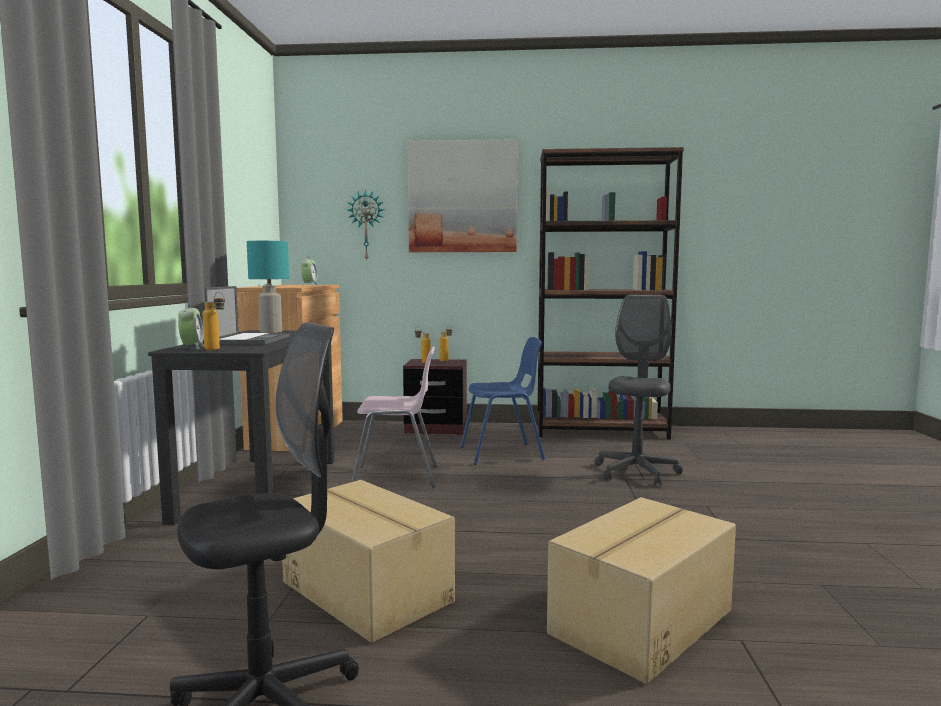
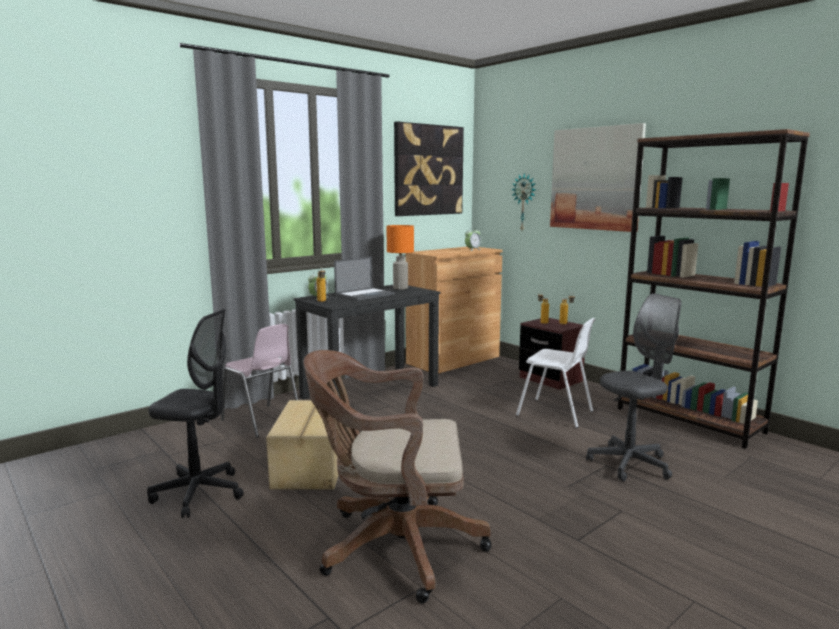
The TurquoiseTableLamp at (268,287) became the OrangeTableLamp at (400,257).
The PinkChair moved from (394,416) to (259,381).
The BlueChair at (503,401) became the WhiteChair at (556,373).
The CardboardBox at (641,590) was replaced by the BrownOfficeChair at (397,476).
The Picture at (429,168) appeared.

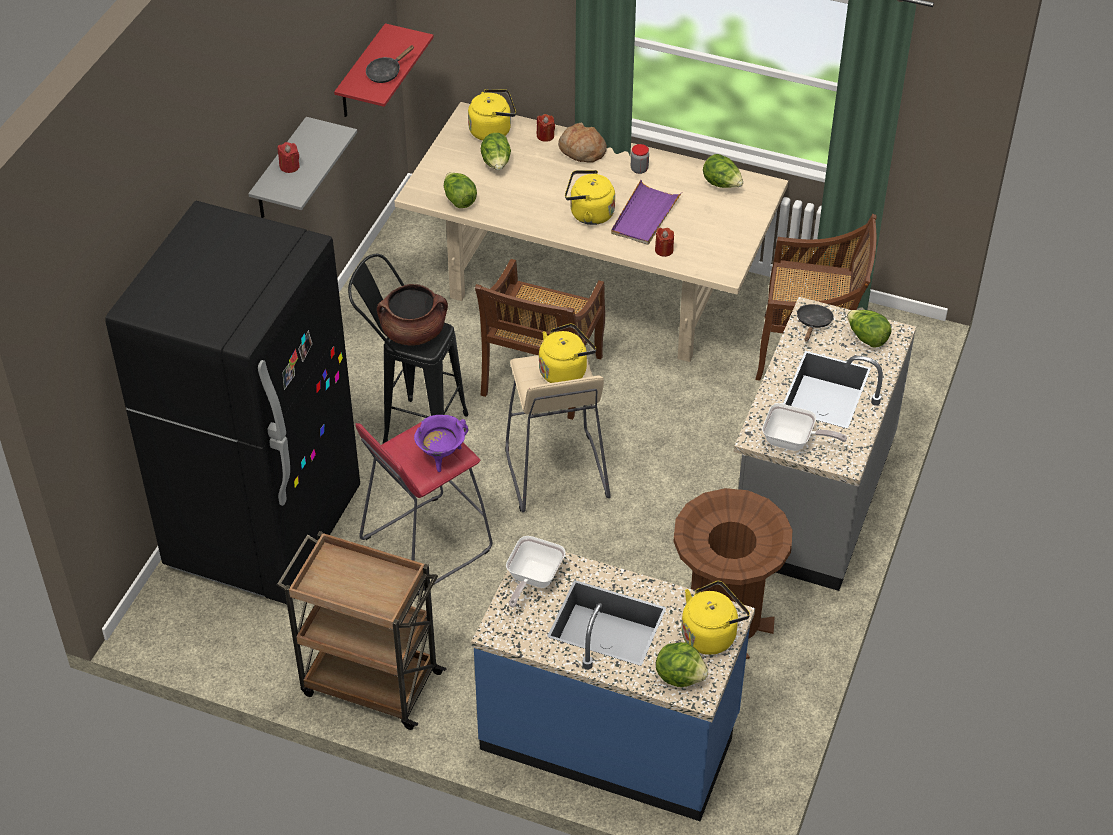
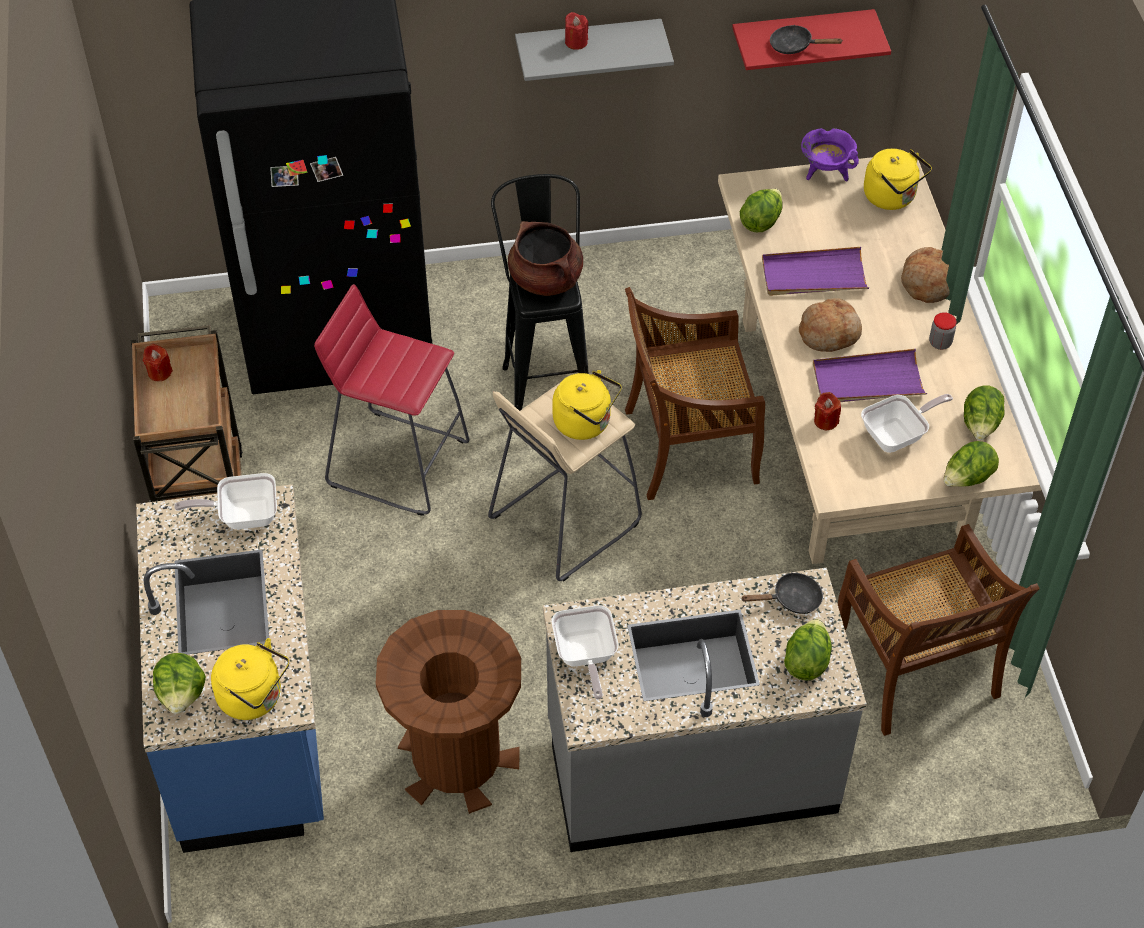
The PurpleCookingPot moved from (441,443) to (830,154).
The Lettuce moved from (496,151) to (971,464).
The RedCandle moved from (546,128) to (158,362).
The YellowKettle at (590,197) was replaced by the Bread at (830,325).
The PurpleTray at (815,271) appeared.
The FryingPan at (907,423) appeared.

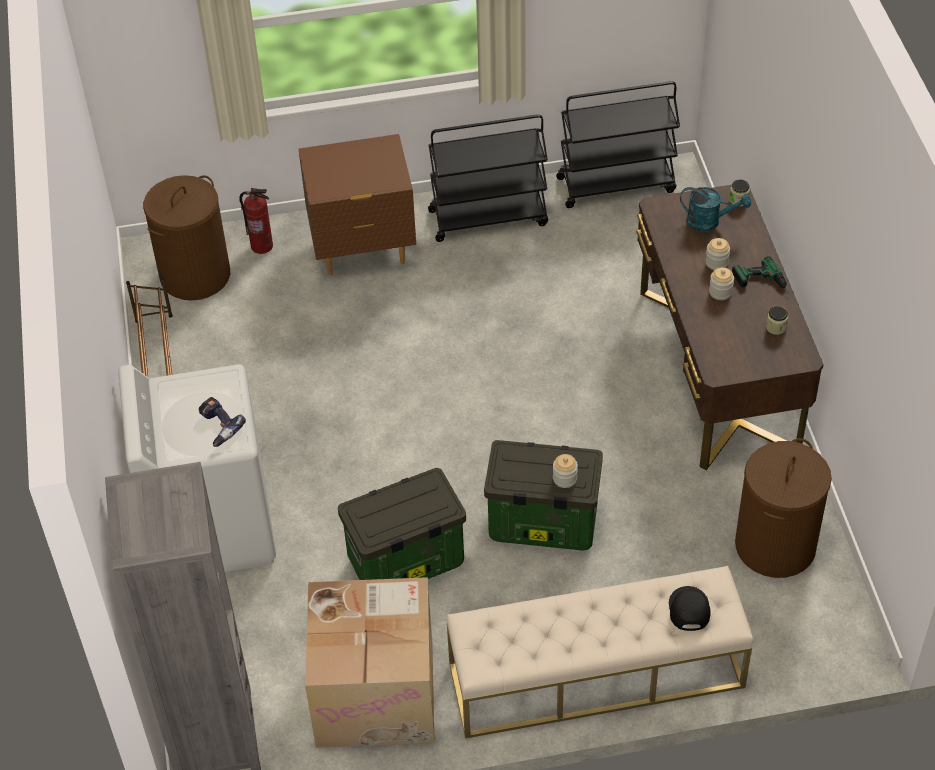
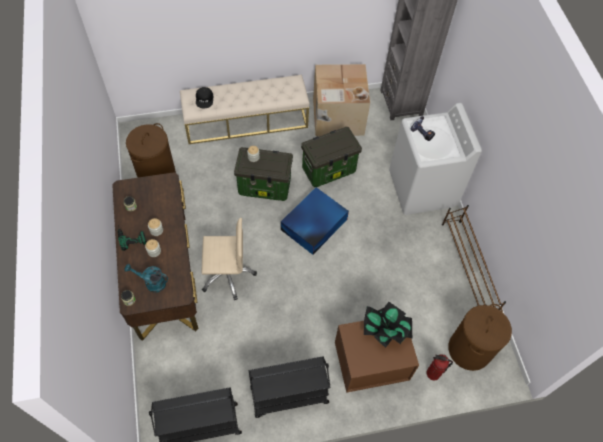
The BeigeOfficeChair at (229,259) appeared.
The BlueStorageBox at (315,221) appeared.
The PottedPlant at (388,325) appeared.

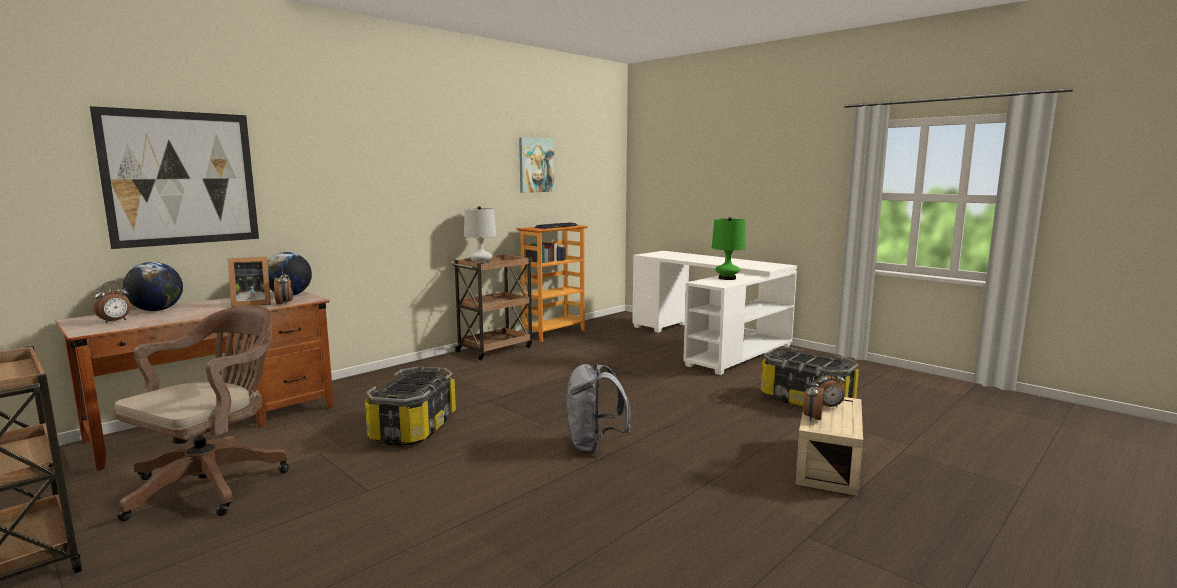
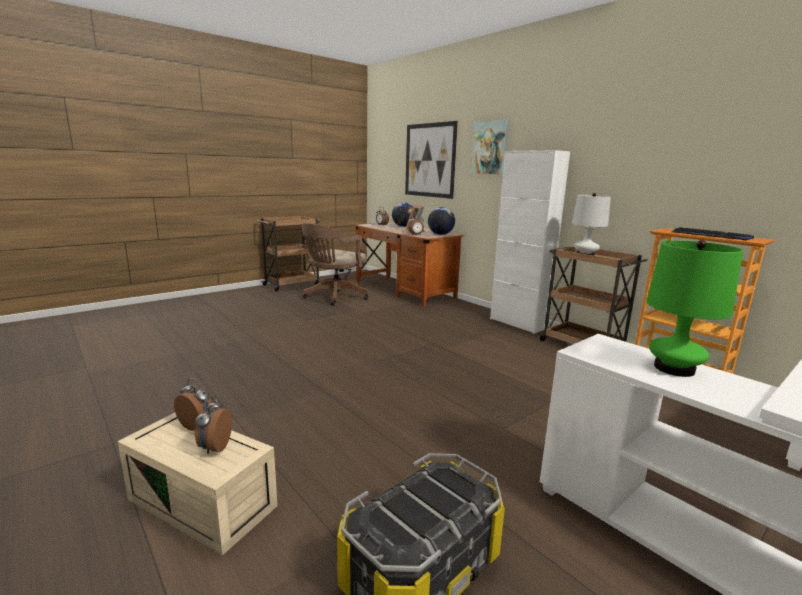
The BrownOfficeChair at (201,413) turned 90 degrees clockwise.
The StorageBox at (410,406) disappeared.
The Picture moved from (537,165) to (490,147).
The GreyBackpack at (598,408) disappeared.
The WhiteCabinet at (530,242) appeared.

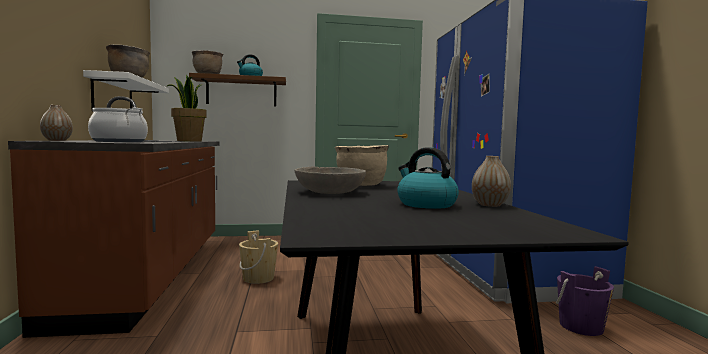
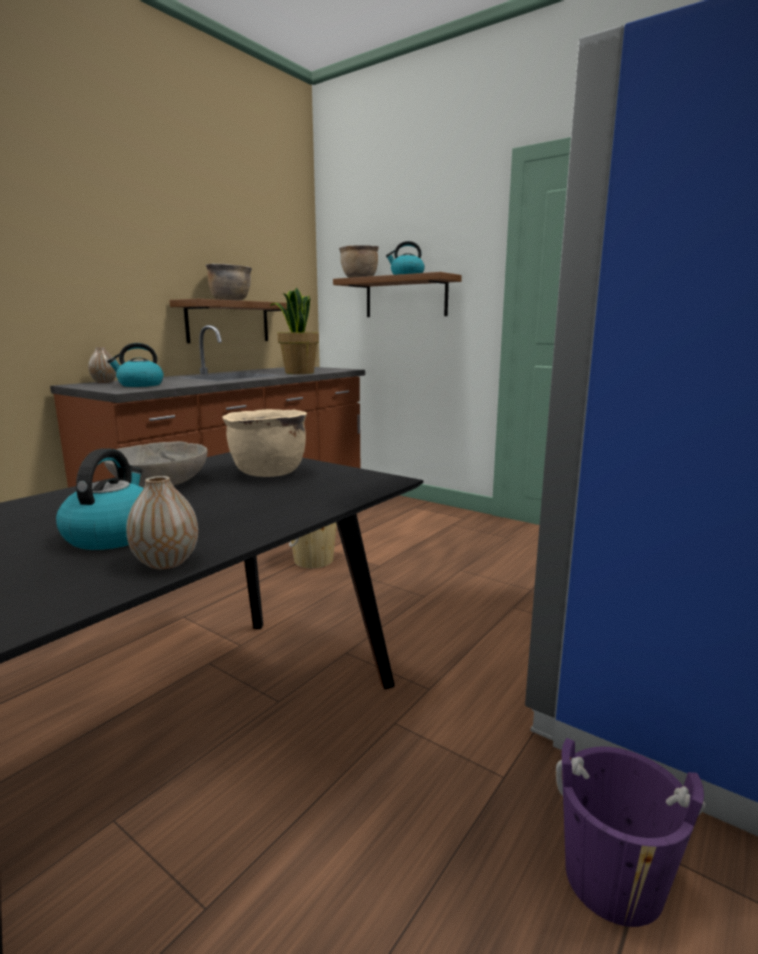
The WhiteShelf at (126,89) became the BrownShelf at (228,321).
The CookingPot at (118,125) was replaced by the Kettle at (135,365).

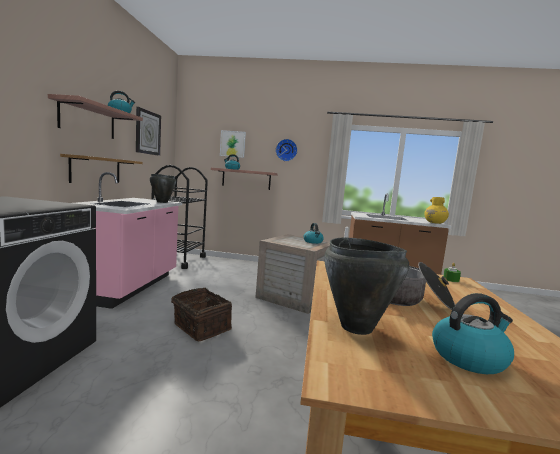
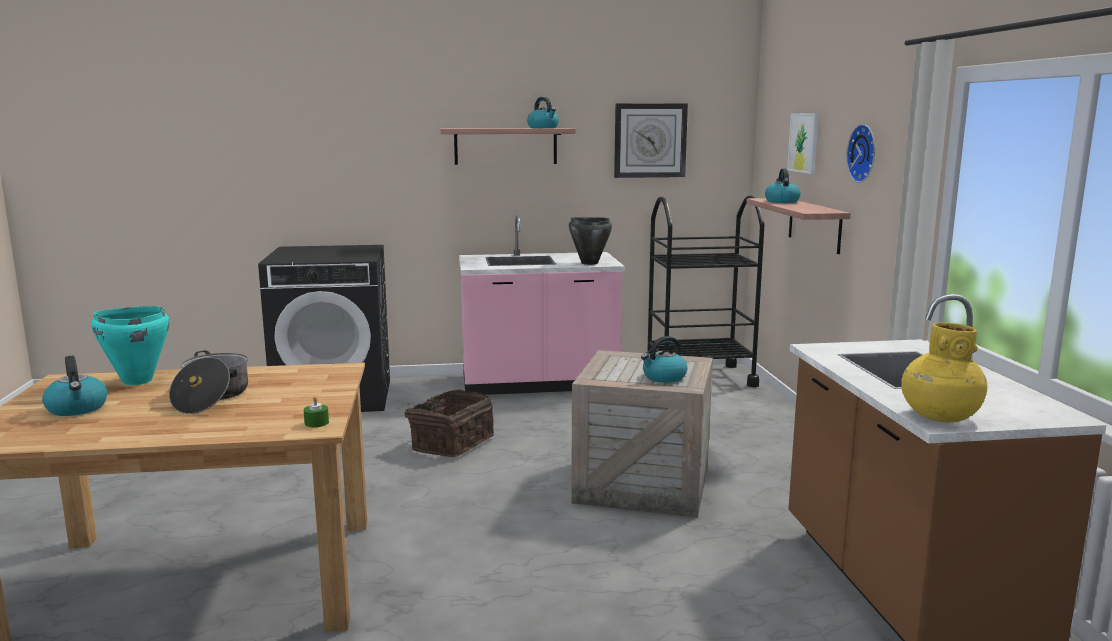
The Shelf at (101,168) disappeared.
The BlackCookingPot at (366,286) became the TurquoiseCookingPot at (130,345).

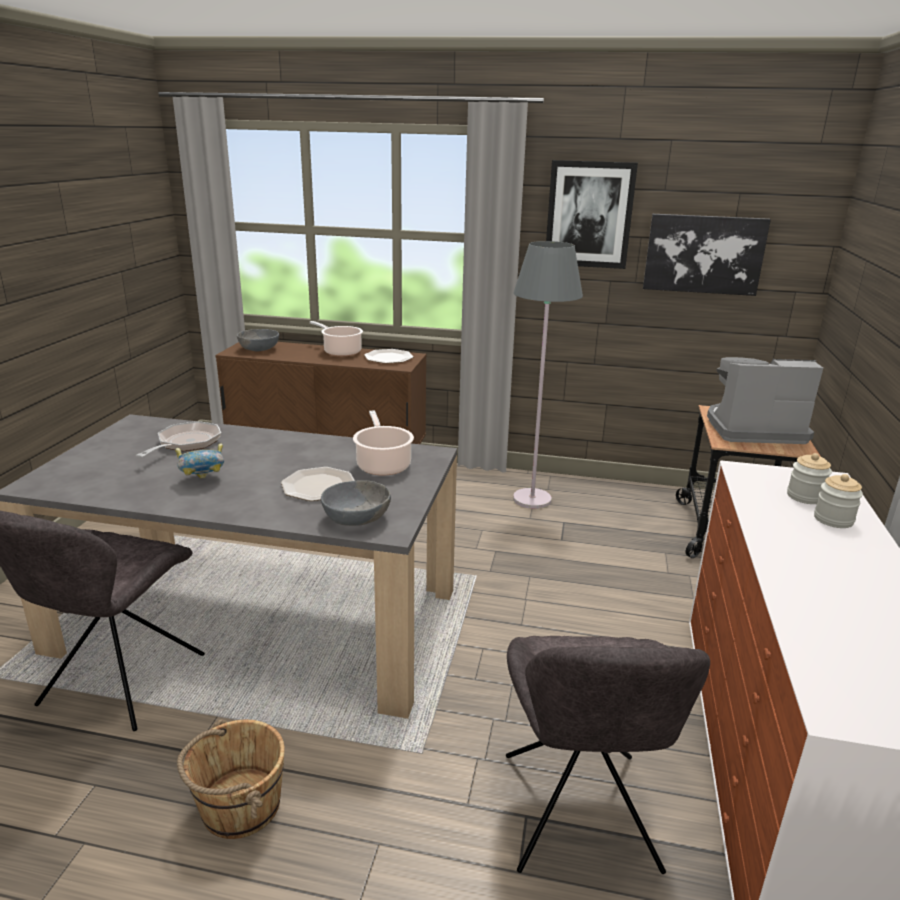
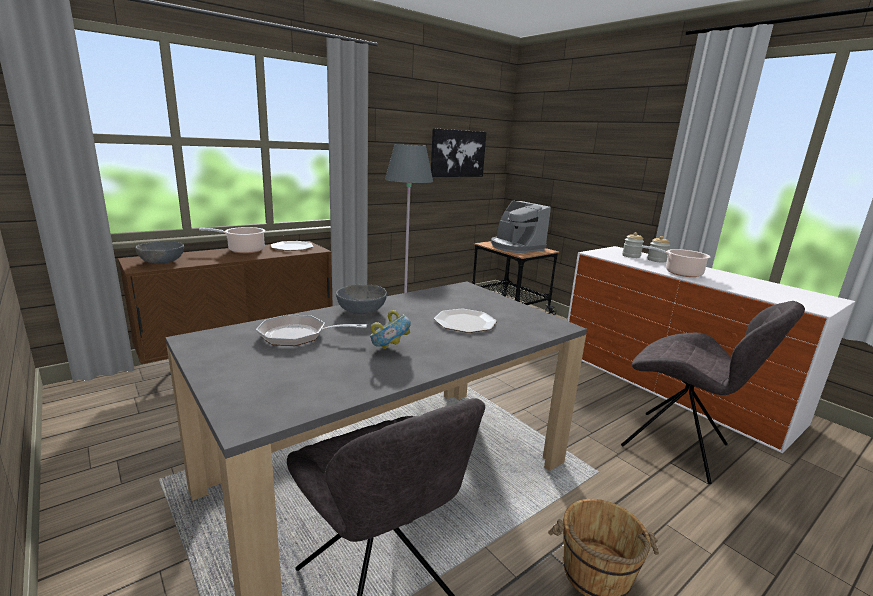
The FryingPan at (178,439) turned 60 degrees counterclockwise.
The GreyBowl moved from (356,503) to (361,299).
The CookingPot moved from (383,442) to (676,261).
The Picture at (592,214) disappeared.
The CoffeeMachine at (765,400) turned 75 degrees counterclockwise.

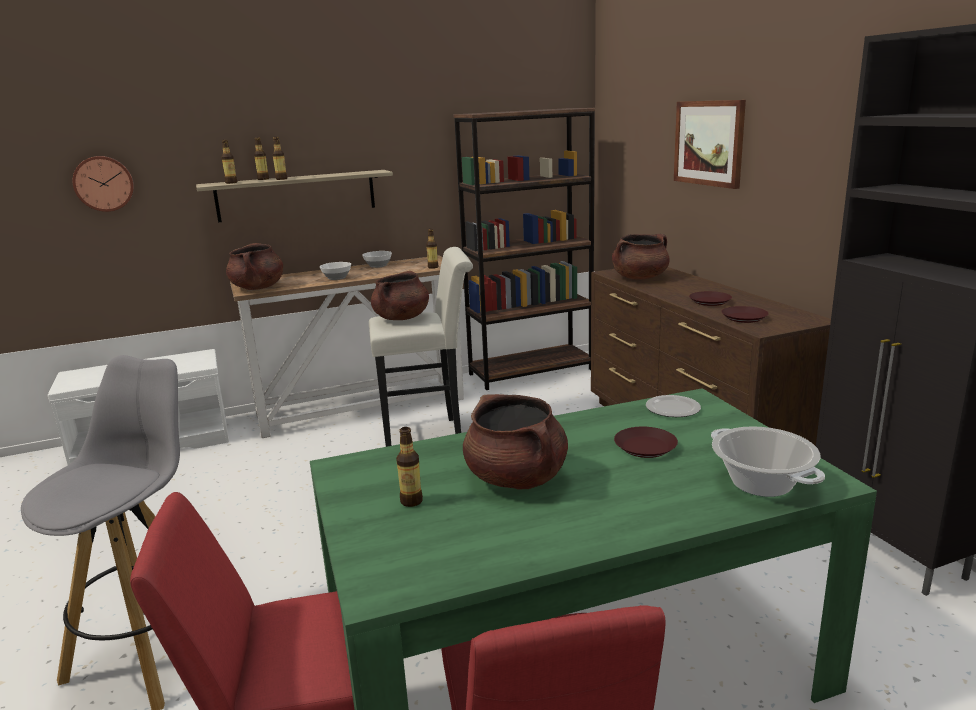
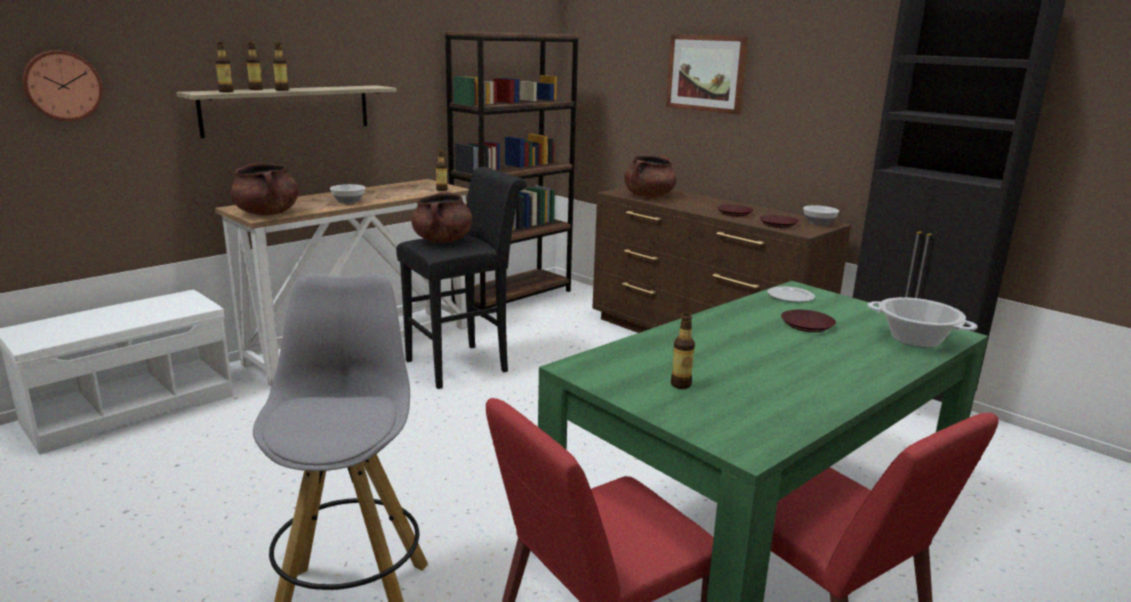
The Bowl moved from (377,259) to (821,215).
The WhiteStool at (421,347) became the BlackStool at (461,278).
The BrownCookingPot at (515,442) disappeared.

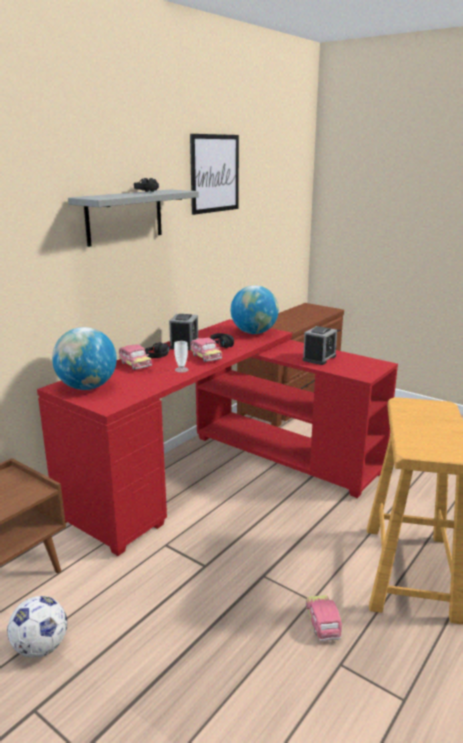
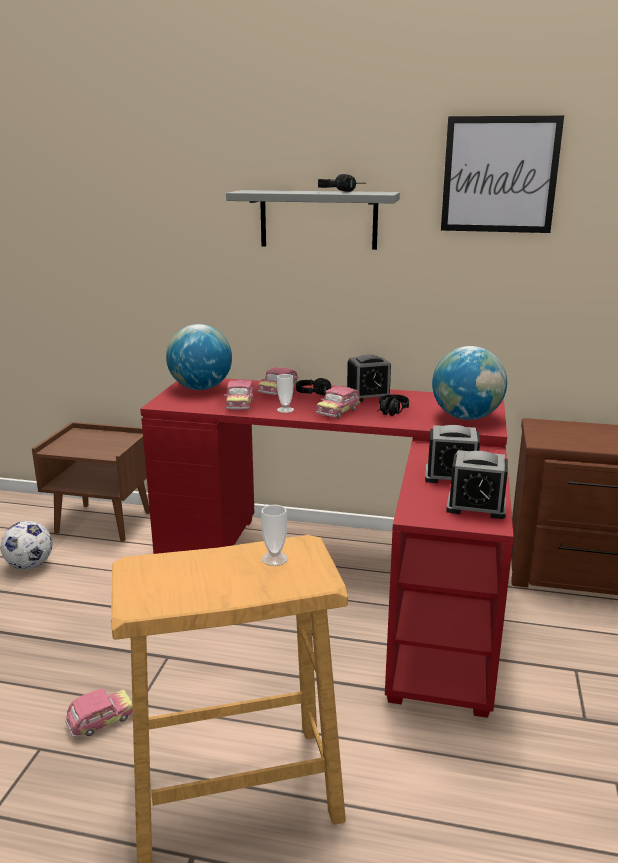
The ToyCar at (239,395) appeared.
The Cup at (274,535) appeared.
The AlarmClock at (477,484) appeared.

